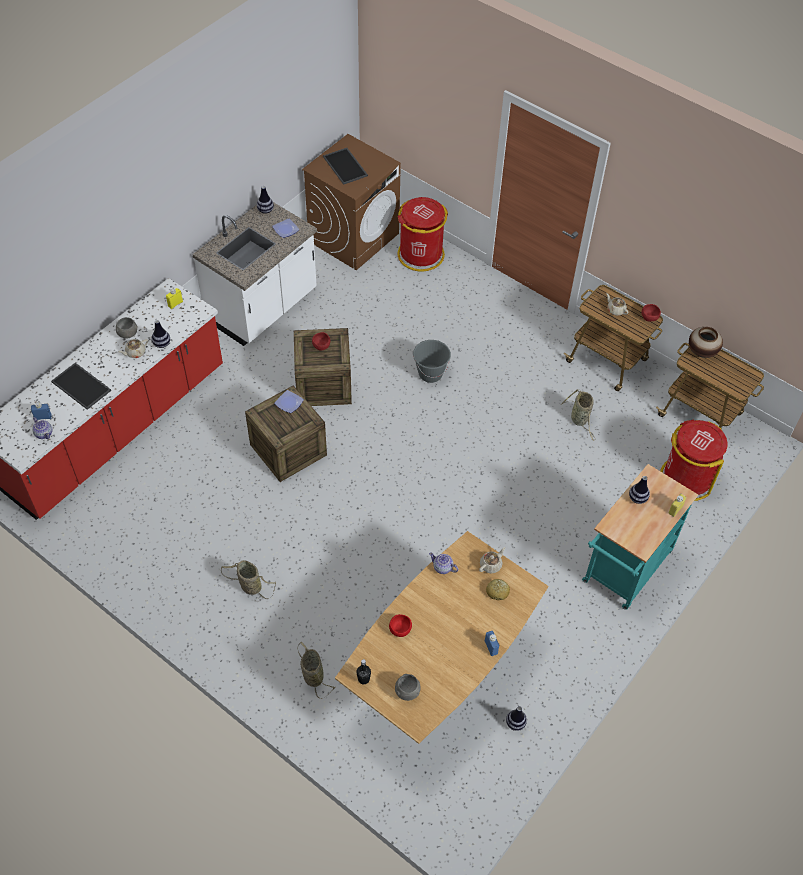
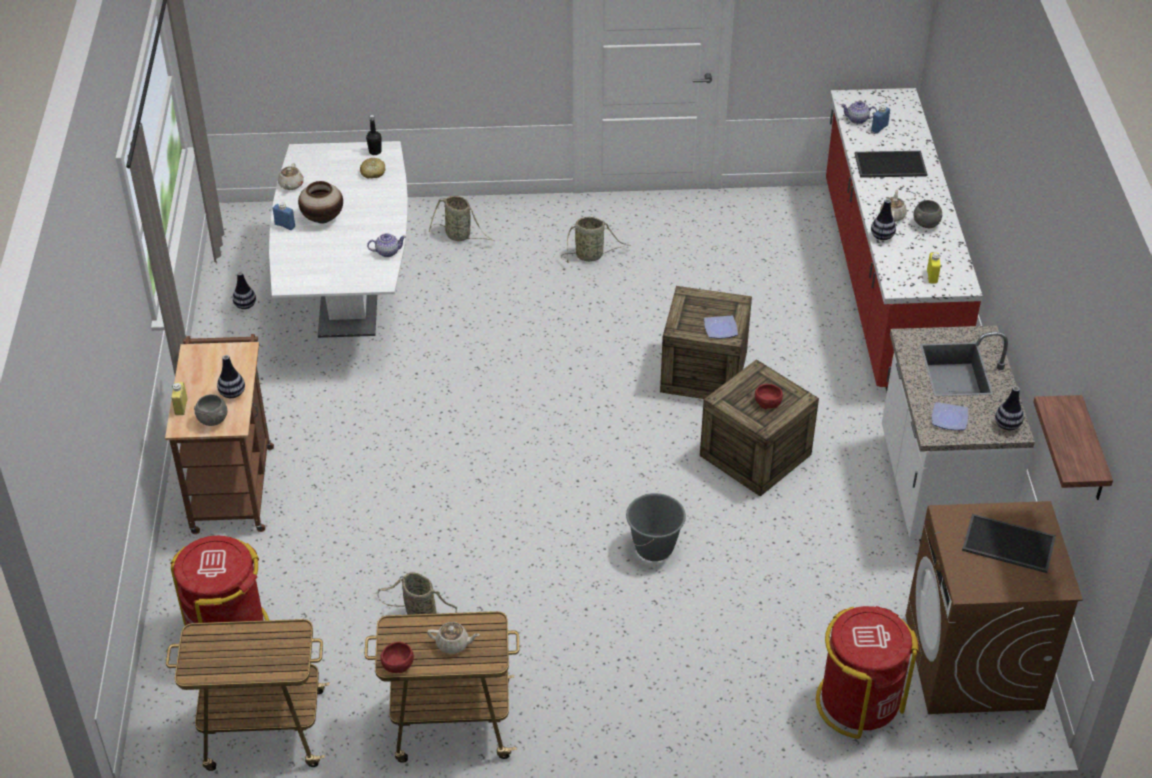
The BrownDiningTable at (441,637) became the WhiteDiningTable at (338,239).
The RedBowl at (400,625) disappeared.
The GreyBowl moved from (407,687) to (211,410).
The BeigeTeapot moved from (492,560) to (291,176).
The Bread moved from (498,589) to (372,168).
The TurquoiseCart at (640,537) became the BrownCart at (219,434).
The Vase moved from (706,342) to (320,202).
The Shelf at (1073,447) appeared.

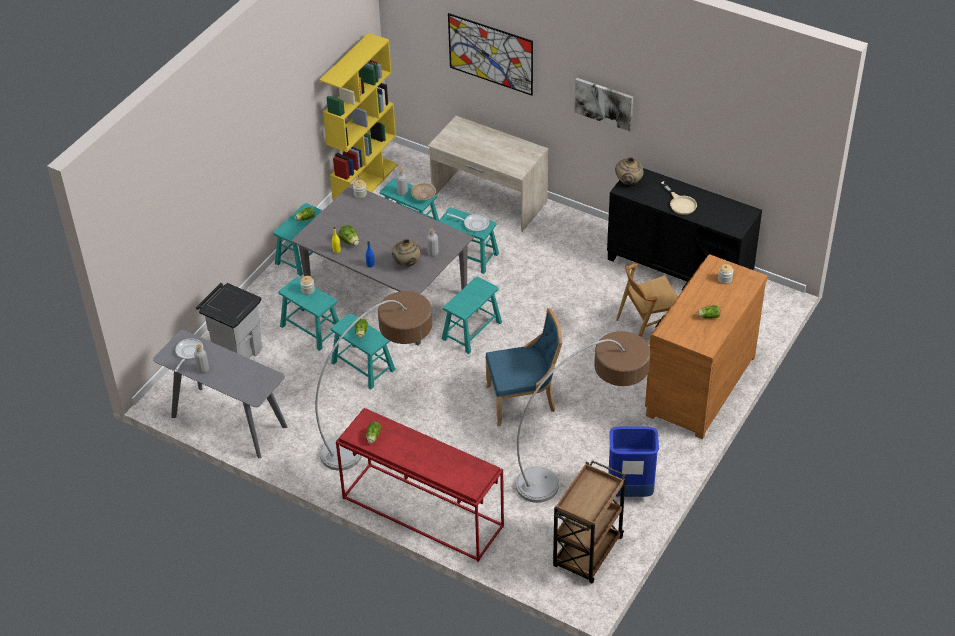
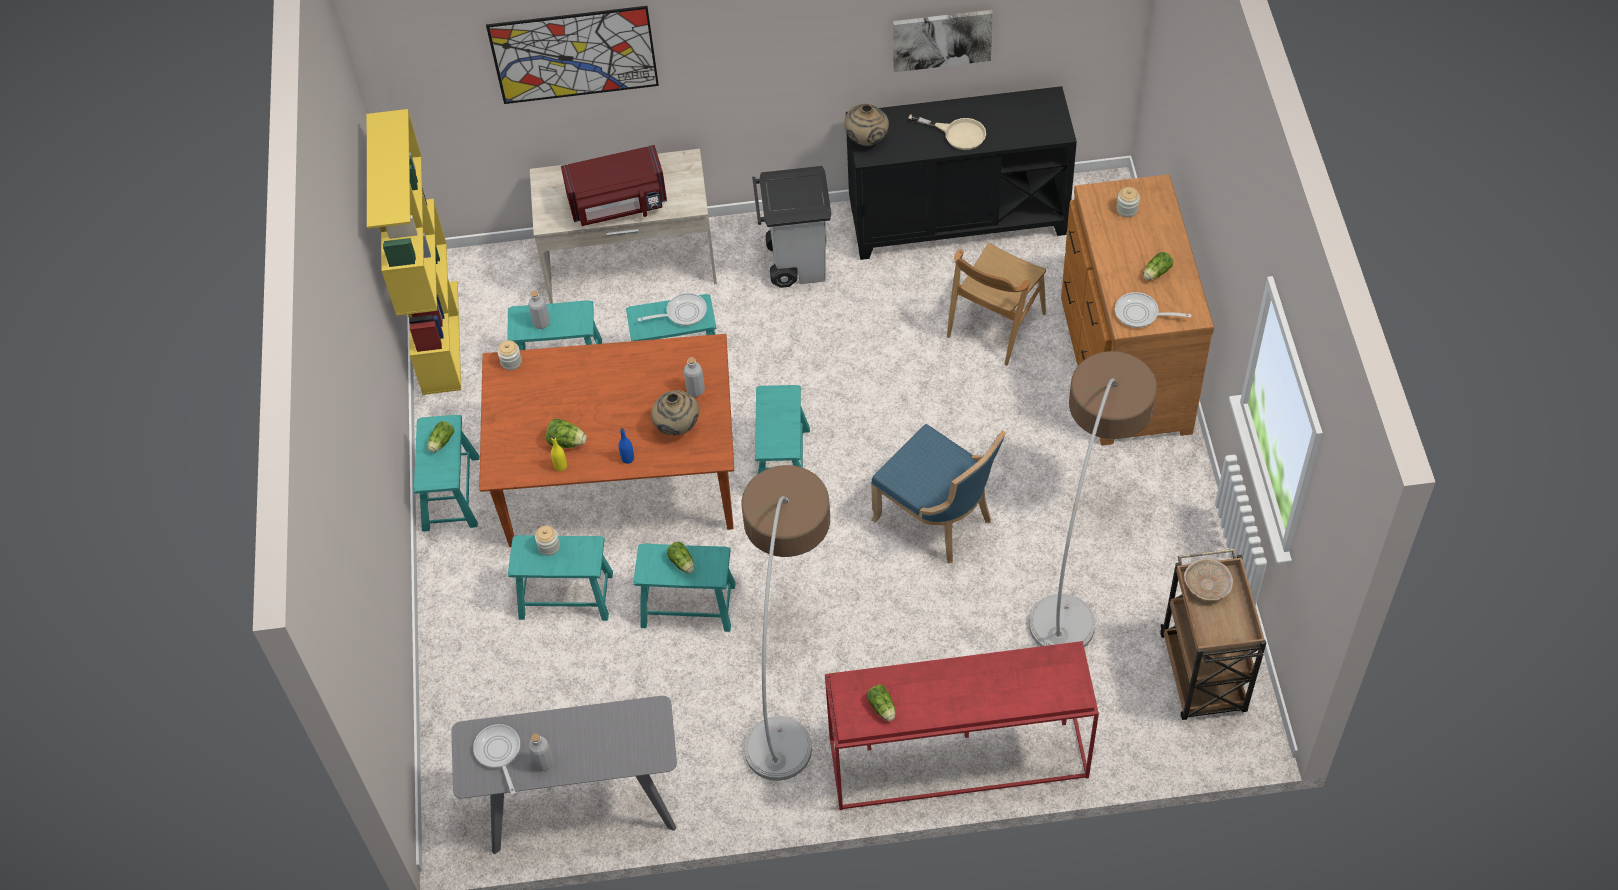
The GreyTrashCan moved from (229,321) to (791,227).
The GreyDiningTable at (382,265) became the BrownDiningTable at (606,440).
The BeigeBowl moved from (423,191) to (1208,579).
The BlueChair at (523,367) turned 90 degrees clockwise.
The Picture moved from (604,104) to (943,41).
The BlueTrashCan at (633,461) disappeared.
The RedMicrowave at (614,185) appeared.
The FryingPan at (1153,310) appeared.

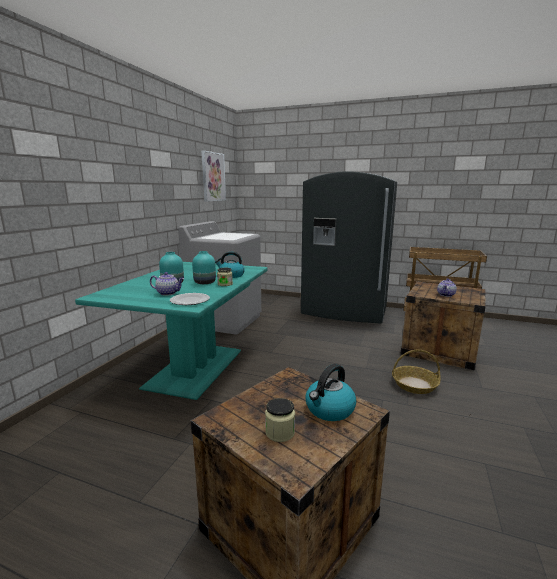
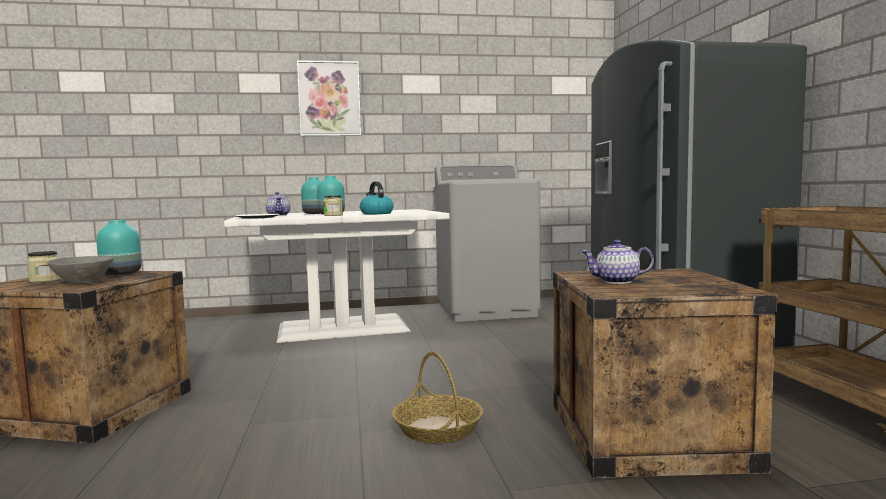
The TurquoiseDiningTable at (171,331) became the WhiteDiningTable at (337,276).
The Picture moved from (213,176) to (329,98).
The Kettle at (331,392) was replaced by the GreyBowl at (80,270).
The TurquoiseVase at (119,247) appeared.

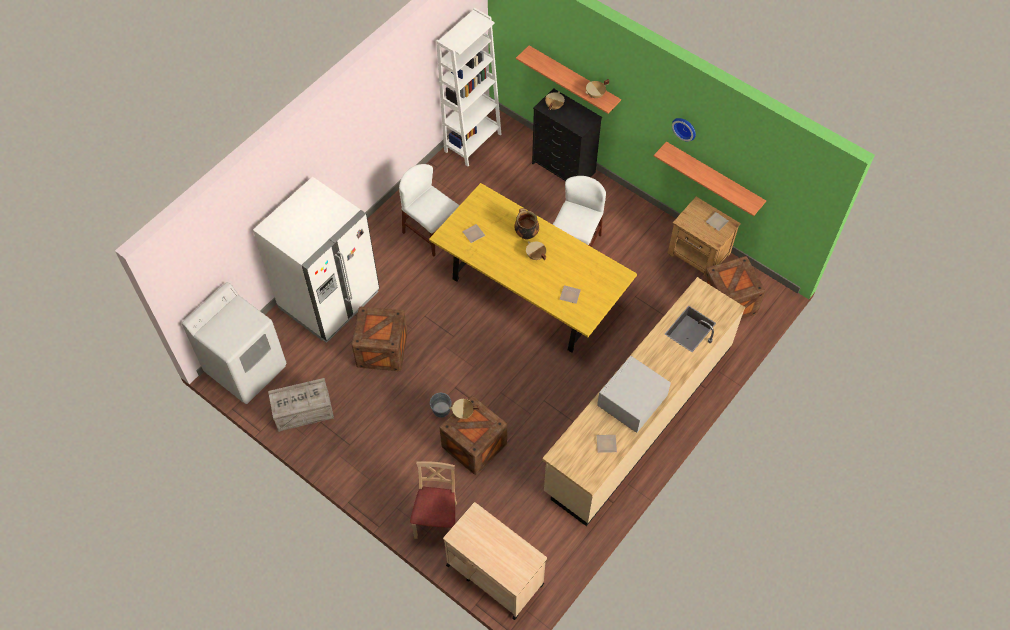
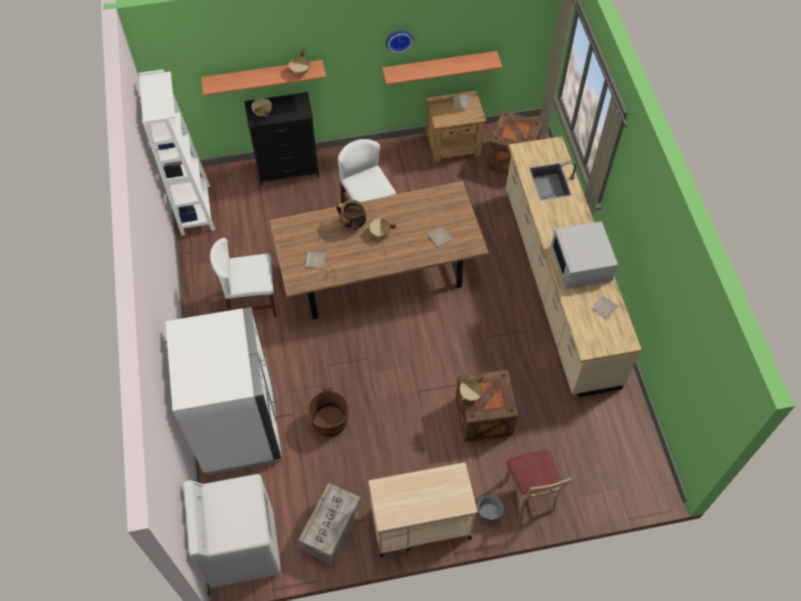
The Crate at (380,339) was replaced by the BrownBucket at (328,412).
The BeigeChair at (433,500) turned 150 degrees counterclockwise.
The YellowDiningTable at (533,268) became the BrownDiningTable at (379,250).
The GreyBucket moved from (441,405) to (491,509).
The BeigeCart moved from (495,561) to (422,509).

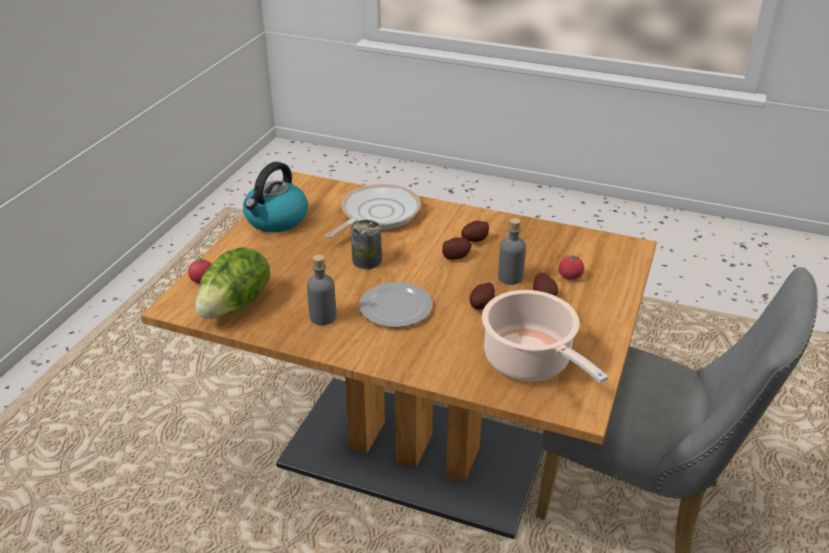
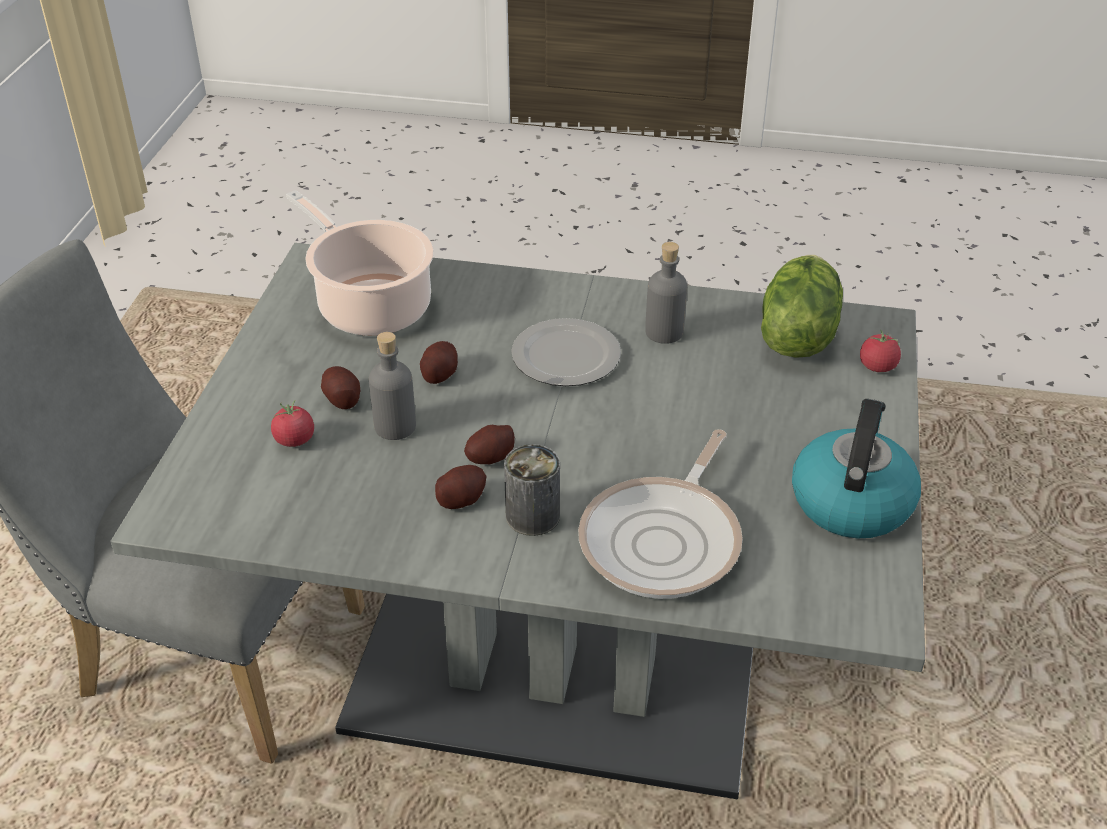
The BrownDiningTable at (399,355) became the GreyDiningTable at (517,521).
The Can moved from (366,244) to (532,490).

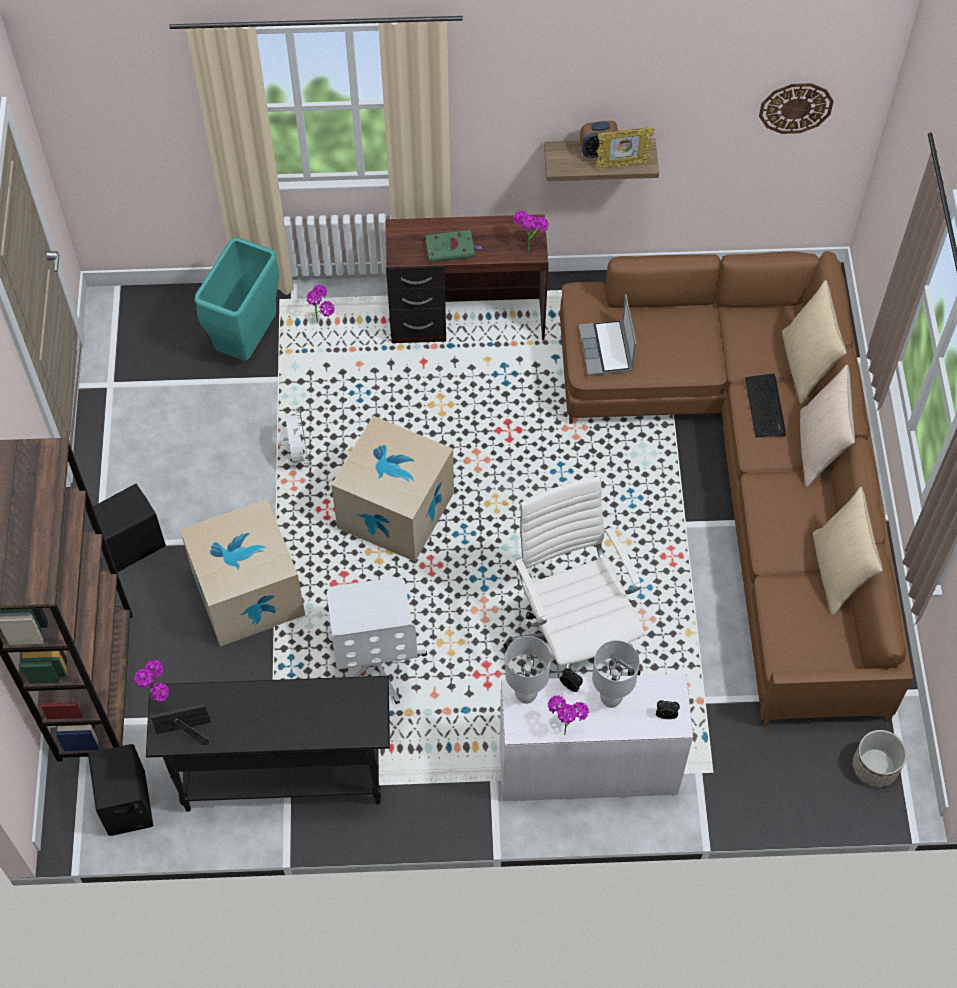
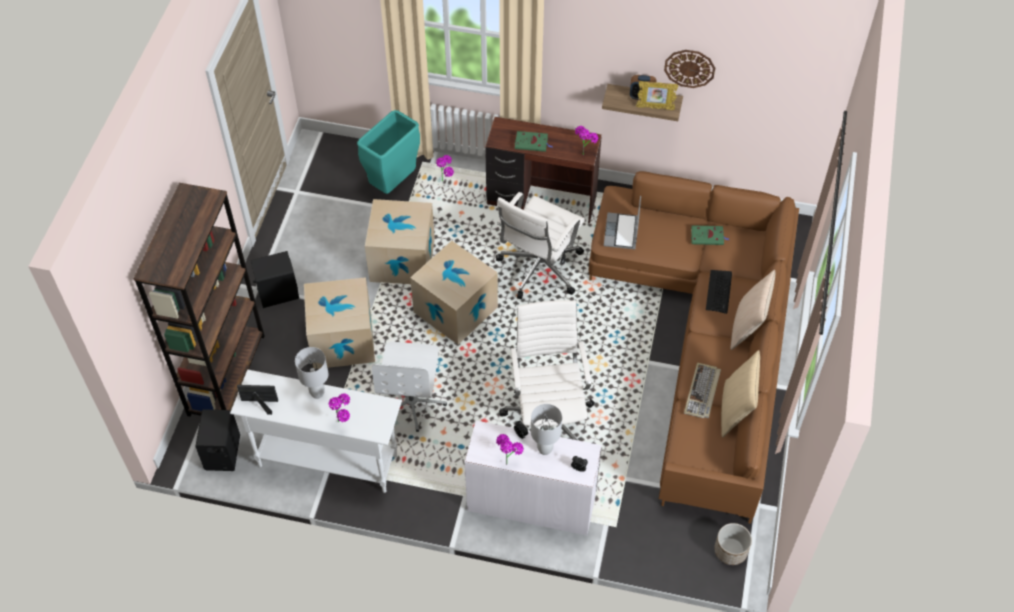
The PottedPlant moved from (151,681) to (339,407).
The BlackConsoleTable at (268,744) became the WhiteConsoleTable at (316,431).
The WhiteFan at (293,438) was replaced by the CardboardBox at (400,241).
The WhiteTableLamp moved from (528,670) to (312,373).
The WallClock moved from (796,108) to (689,69).
The BeigePillow at (814,342) disappeared.
The WhiteOfficeChair at (540,245) appeared.
The Keyboard at (702,390) appeared.
The GreenBook at (710,235) appeared.

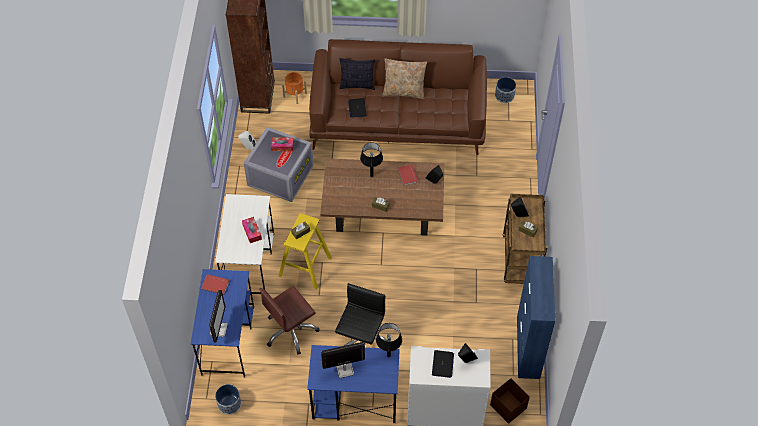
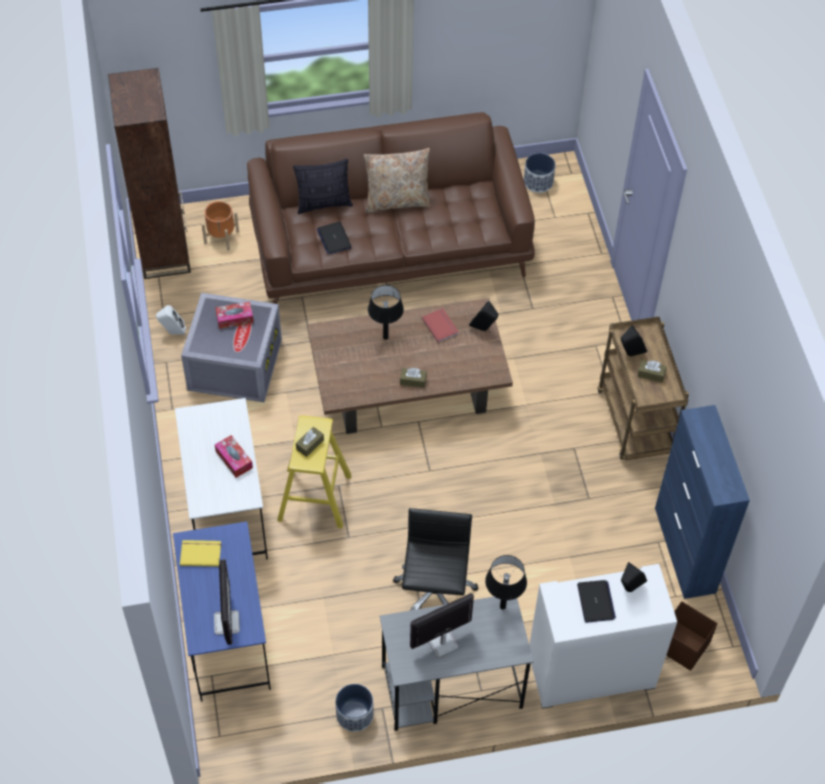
The RedBook at (215,284) became the YellowBook at (200,553).
The Planter moved from (228,399) to (354,708).
The BrownOfficeChair at (289,320) disappeared.
The BlueDesk at (353,384) became the GreyDesk at (456,664).

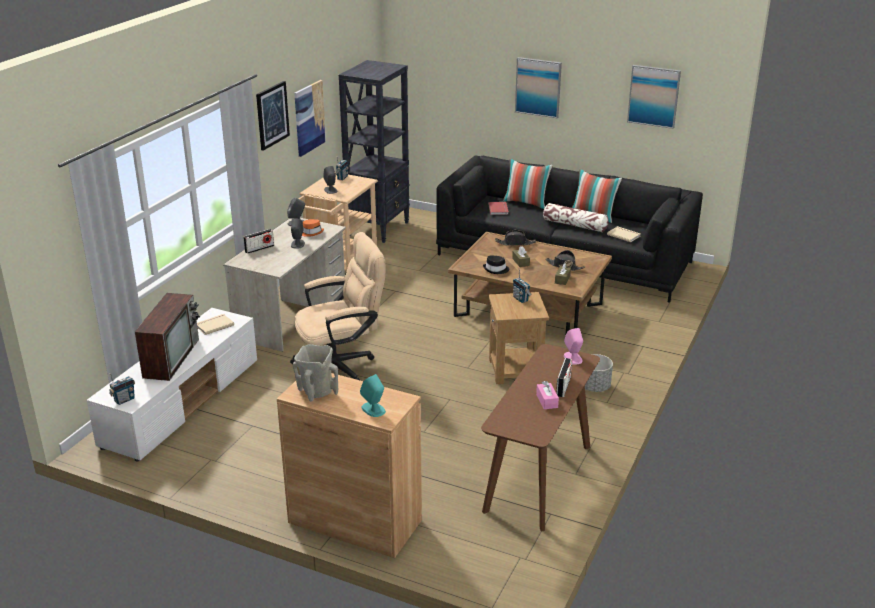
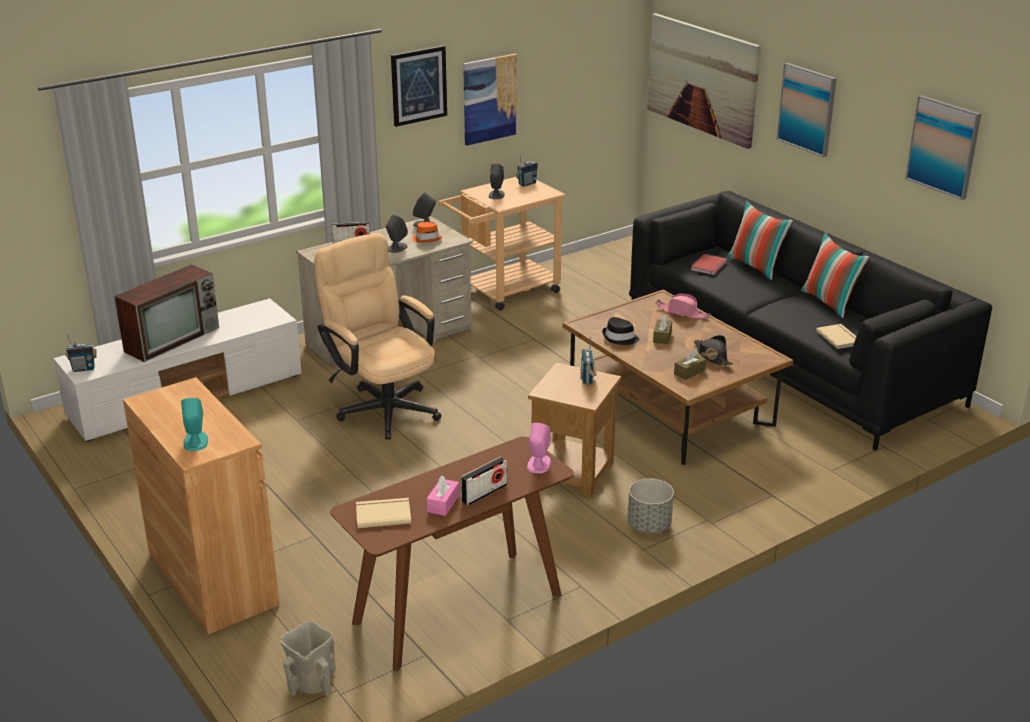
The BeigeBook moved from (215,324) to (383,513).
The BeigeOfficeChair at (337,306) turned 135 degrees counterclockwise.
The BeigeVase moved from (315,373) to (307,659).
The BlackBookcase at (374,151) disappeared.
The BlackHat at (515,238) became the PinkHat at (683,306).
The Pillow at (576,217) disappeared.
The Picture at (704,81) appeared.

